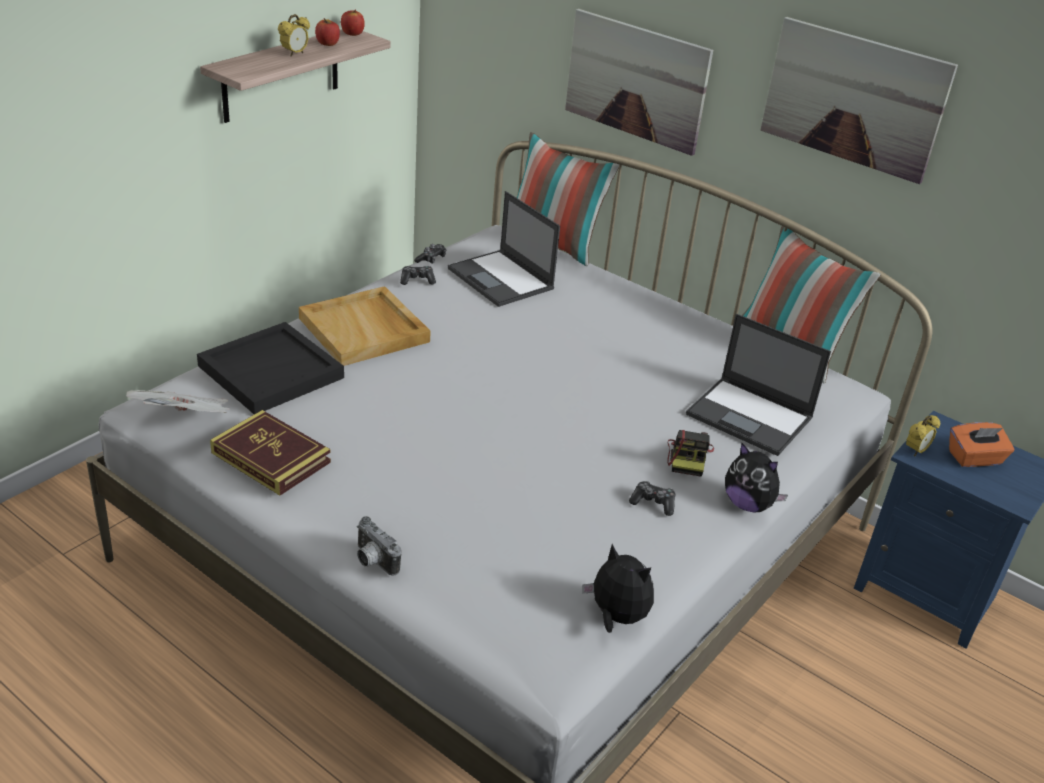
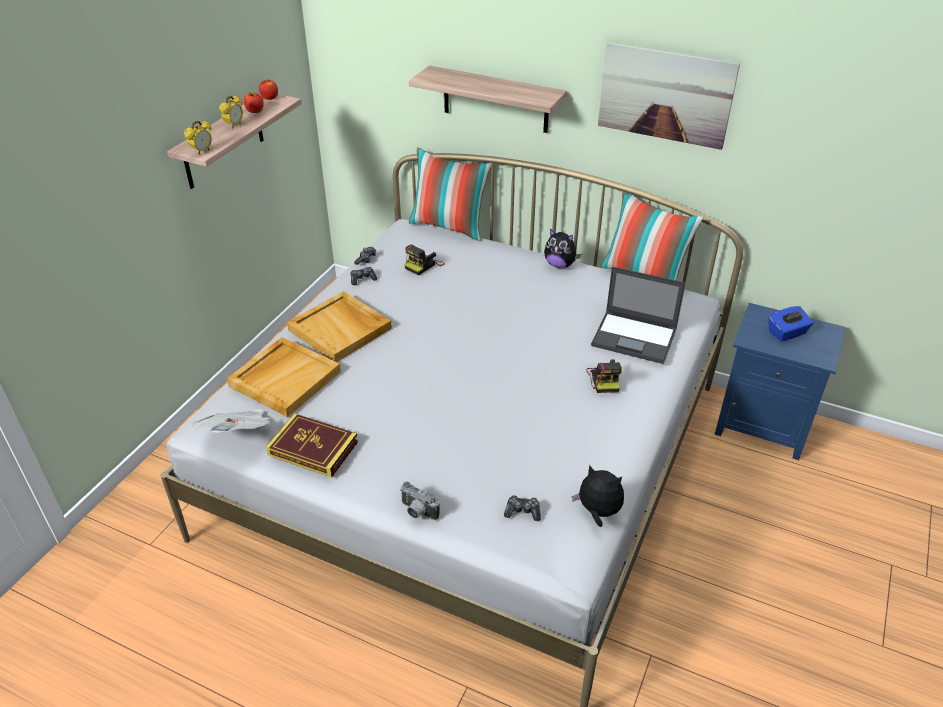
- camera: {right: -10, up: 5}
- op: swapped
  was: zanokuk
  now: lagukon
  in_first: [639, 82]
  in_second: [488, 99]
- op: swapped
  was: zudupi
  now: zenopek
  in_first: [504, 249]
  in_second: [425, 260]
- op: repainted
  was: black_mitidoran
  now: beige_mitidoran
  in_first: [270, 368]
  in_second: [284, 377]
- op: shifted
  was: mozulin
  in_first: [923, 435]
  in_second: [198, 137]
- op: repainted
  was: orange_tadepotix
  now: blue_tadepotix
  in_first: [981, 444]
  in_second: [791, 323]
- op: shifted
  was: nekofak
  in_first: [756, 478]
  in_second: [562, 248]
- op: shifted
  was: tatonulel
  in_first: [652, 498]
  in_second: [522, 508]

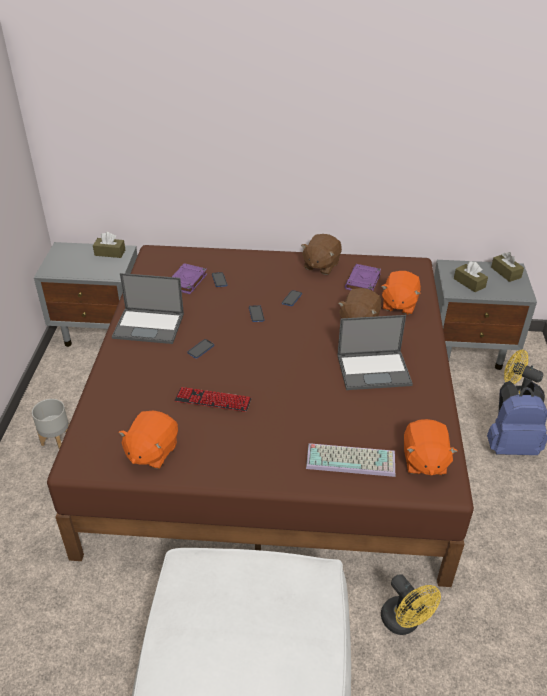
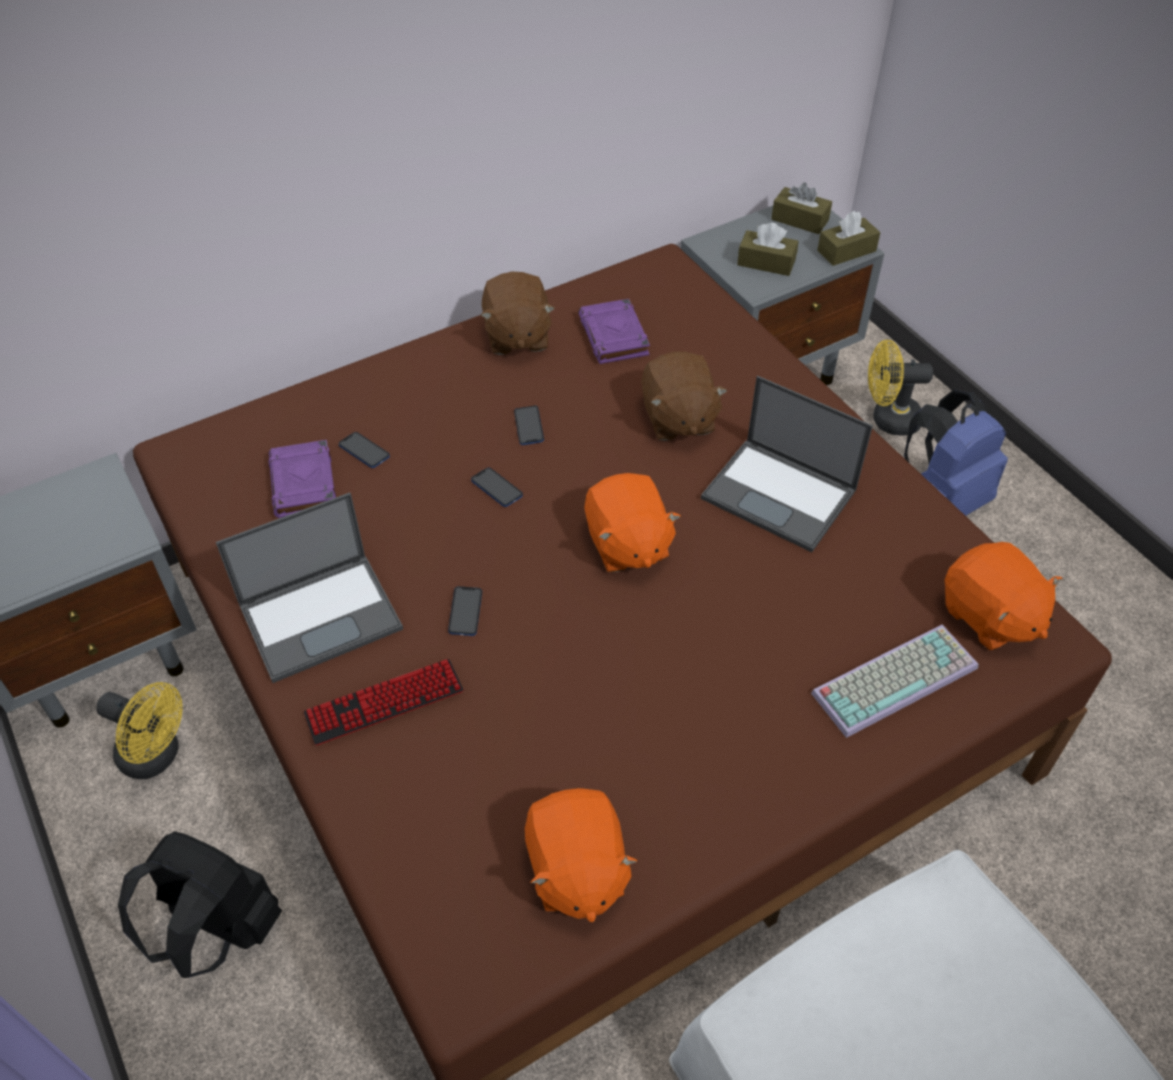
- camera: {right: -35, up: 10}
- op: shifted
  was: brown_tadepotix
  in_first: [109, 245]
  in_second: [849, 238]
- op: shifted
  was: orange_nekofak
  in_first: [401, 293]
  in_second: [632, 522]
- op: rotated
  was: zudupi
  in_first: [375, 352]
  in_second: [787, 464]
  clockwise: 75
- op: shifted
  was: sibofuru
  in_first: [213, 399]
  in_second: [384, 702]
- op: swapped
  was: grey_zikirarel
  now: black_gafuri
  in_first: [50, 424]
  in_second: [200, 904]
- op: shifted
  was: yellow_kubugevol
  in_first: [411, 604]
  in_second: [139, 730]

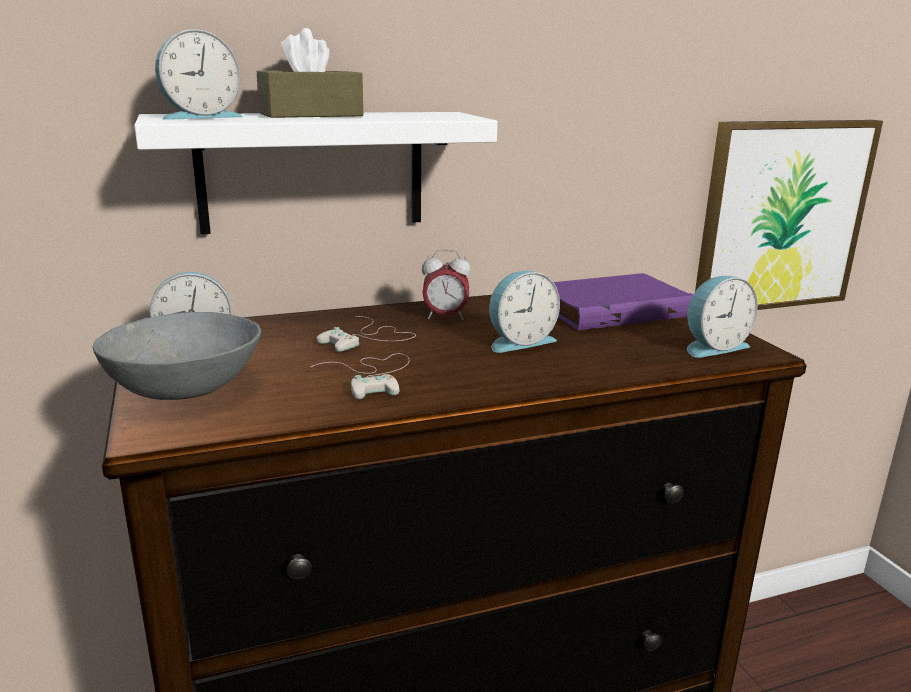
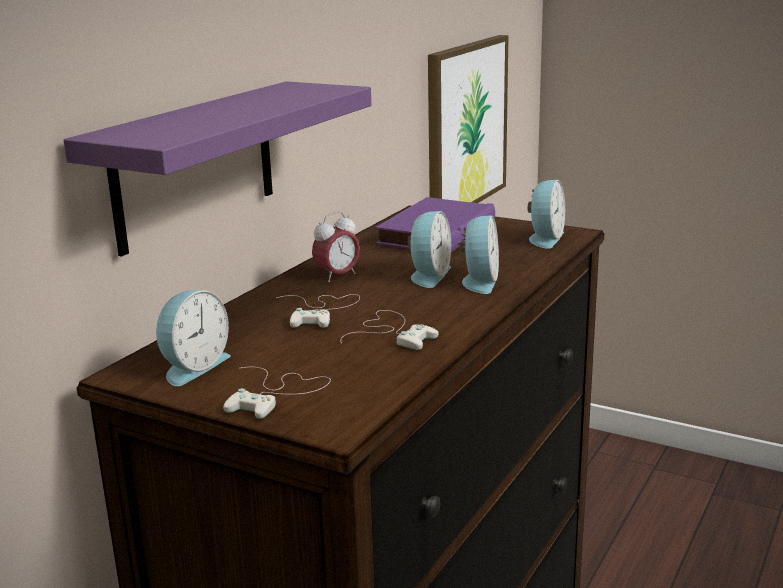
- camera: {right: -40, up: 0}
- op: gone
  was: brown_tadepotix
  in_first: [310, 73]
- op: shifted
  was: mozulin
  in_first: [199, 74]
  in_second: [479, 254]
- op: repainted
  was: white_lagukon
  now: purple_lagukon
  in_first: [316, 173]
  in_second: [217, 169]
- op: swapped
  was: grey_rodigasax
  now: white_tatonulel
  in_first: [177, 356]
  in_second: [277, 393]

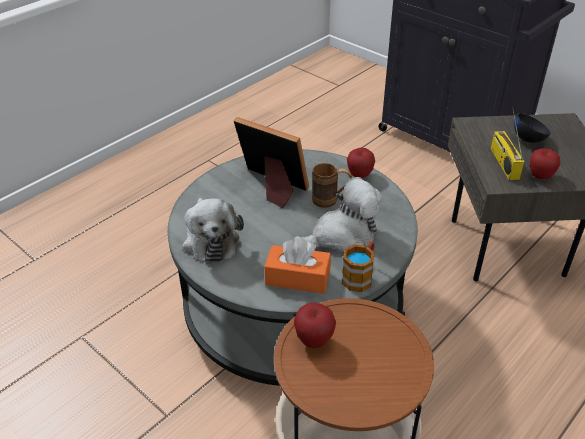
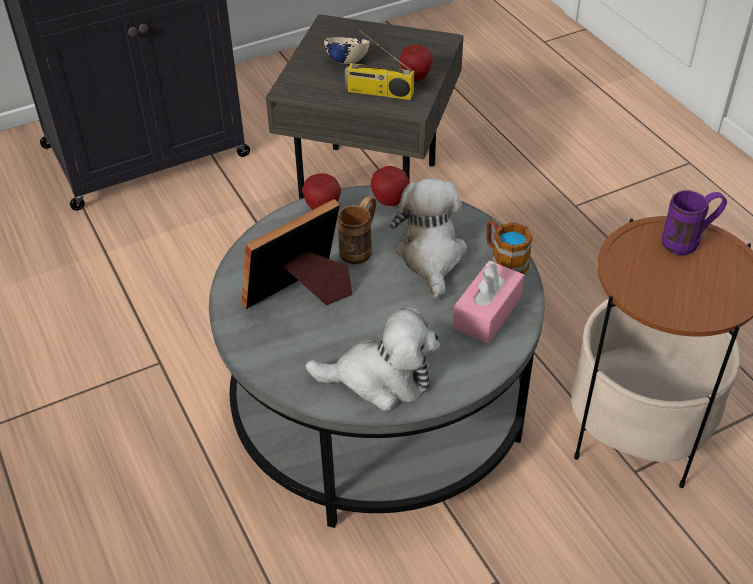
- camera: {right: -70, up: 5}
- op: repainted
  was: black_rodigasax
  now: beige_rodigasax
  in_first: [532, 128]
  in_second: [347, 50]
- op: repainted
  was: orange_tadepotix
  now: pink_tadepotix
  in_first: [298, 266]
  in_second: [488, 302]
- op: shifted
  was: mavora
  in_first: [315, 325]
  in_second: [389, 186]
- op: new
  now: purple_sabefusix
  in_second: [694, 222]

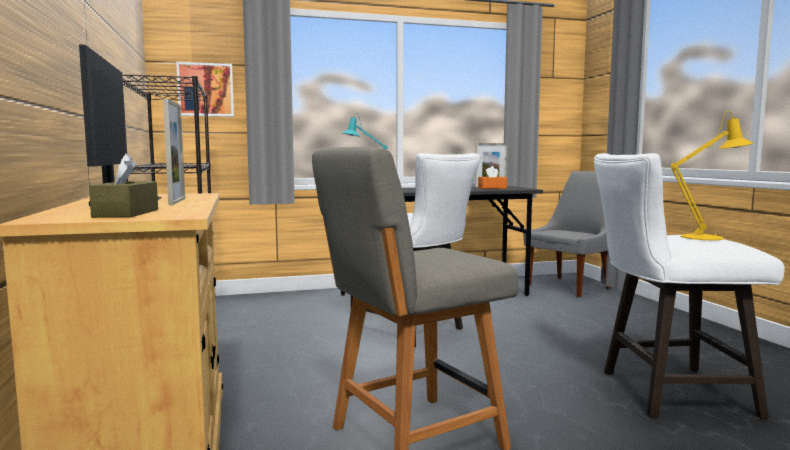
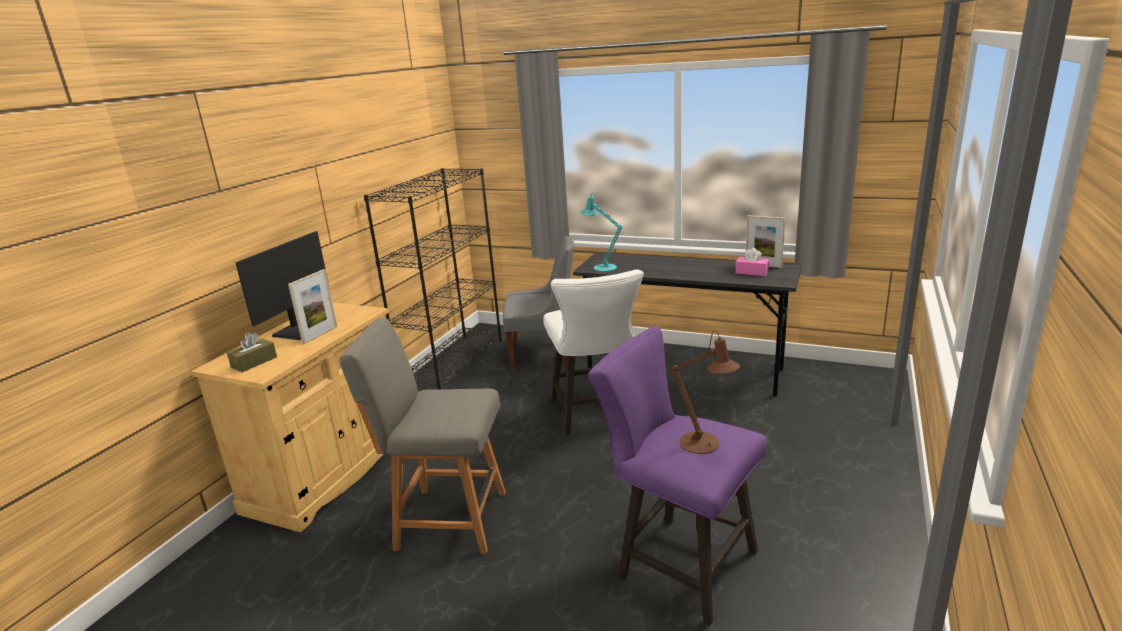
- camera: {right: 40, up: 15}
- op: gone
  was: zanokuk
  in_first: [205, 89]
- op: repainted
  was: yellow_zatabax
  now: brown_zatabax
  in_first: [712, 175]
  in_second: [705, 392]
- op: repainted
  was: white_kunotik
  now: purple_kunotik
  in_first: [689, 286]
  in_second: [677, 476]
- op: repainted
  was: orange_tadepotix
  now: pink_tadepotix
  in_first: [492, 177]
  in_second: [752, 262]
- op: shifted
  was: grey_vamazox
  in_first: [567, 234]
  in_second: [538, 302]

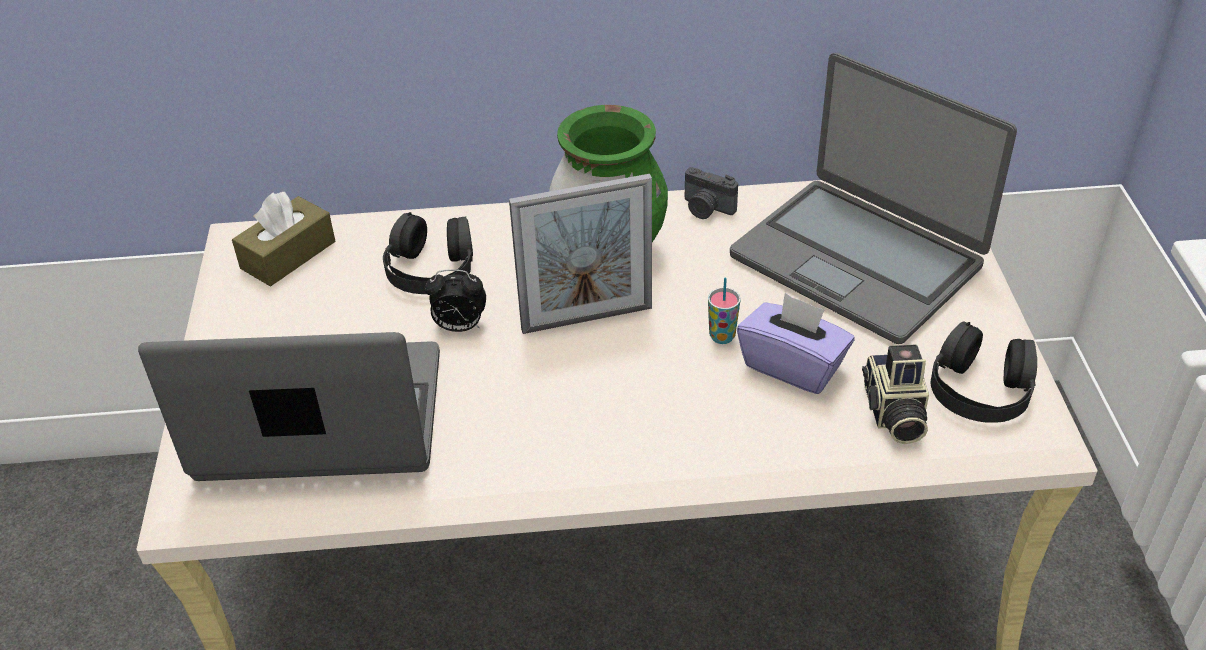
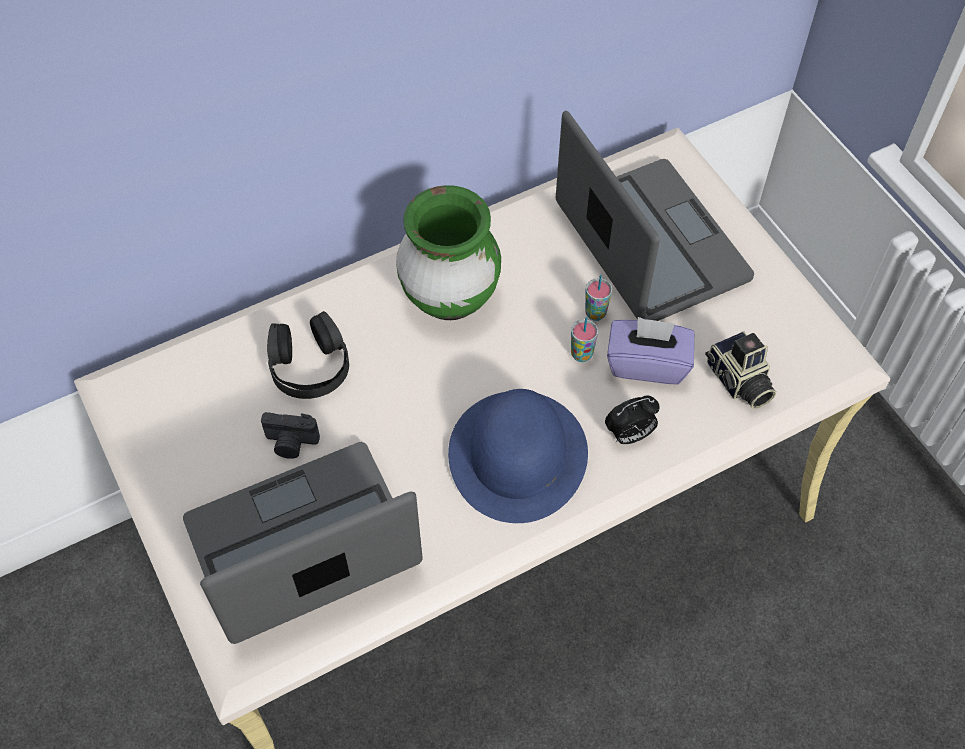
- camera: {right: -25, up: 15}
- op: rotated
  was: zudupi
  in_first: [873, 198]
  in_second: [655, 216]
  clockwise: -135
- op: shifted
  was: zenopek
  in_first: [711, 193]
  in_second: [290, 435]
- op: gone
  was: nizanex
  in_first: [580, 254]
- op: gone
  was: brown_tadepotix
  in_first: [283, 239]
- op: shifted
  was: mozulin
  in_first: [455, 300]
  in_second: [632, 419]
- op: gone
  was: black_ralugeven
  in_first: [984, 372]
- op: new
  now: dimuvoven
  in_second: [598, 298]
- op: new
  now: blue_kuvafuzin
  in_second: [518, 456]

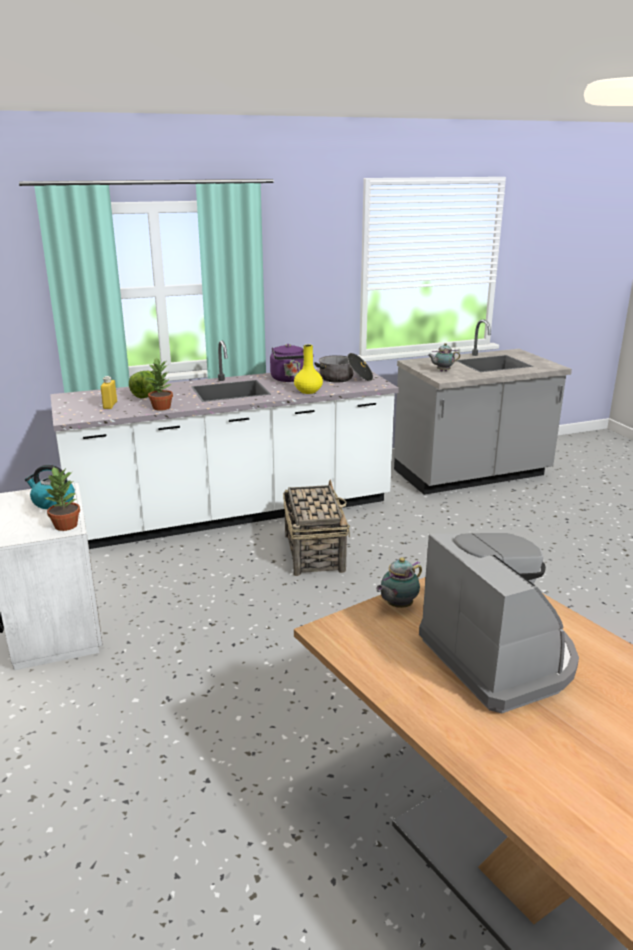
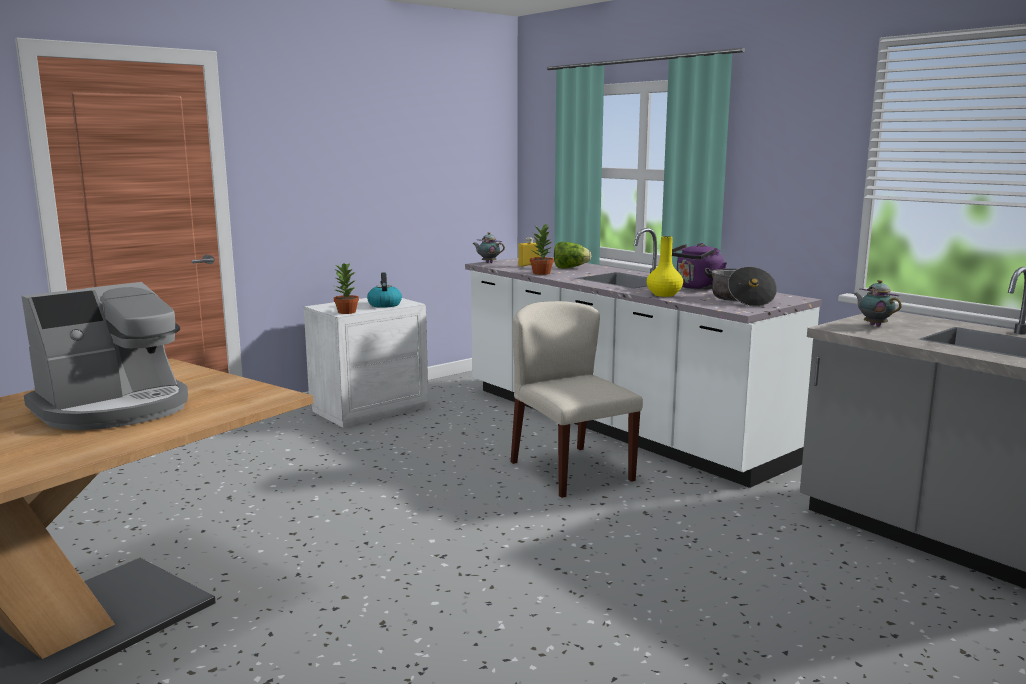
- camera: {right: 70, up: -10}
- op: swapped
  was: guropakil
  now: beige_vamazox
  in_first: [316, 527]
  in_second: [577, 399]
- op: shifted
  was: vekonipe
  in_first: [399, 582]
  in_second: [488, 247]

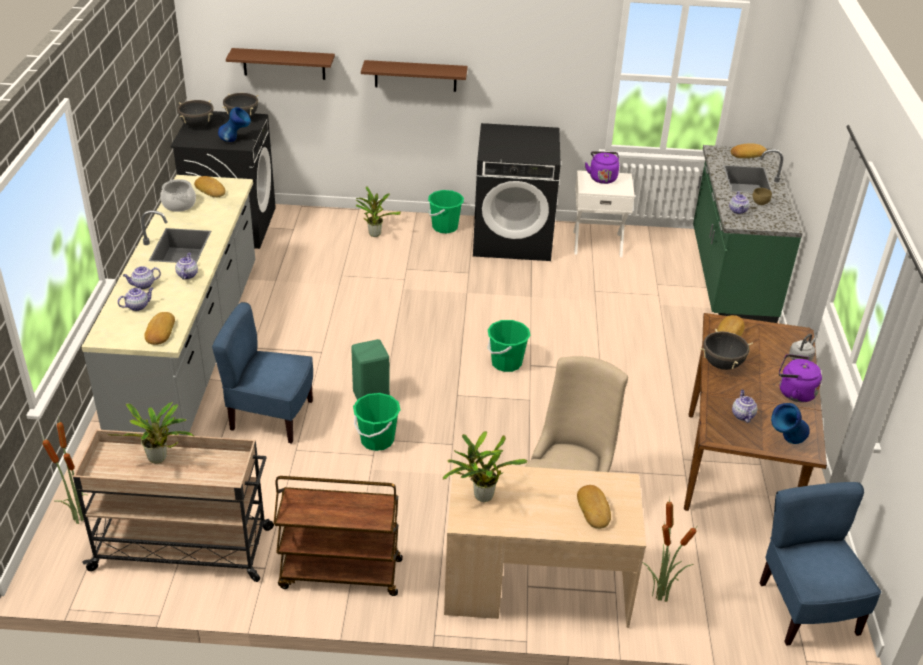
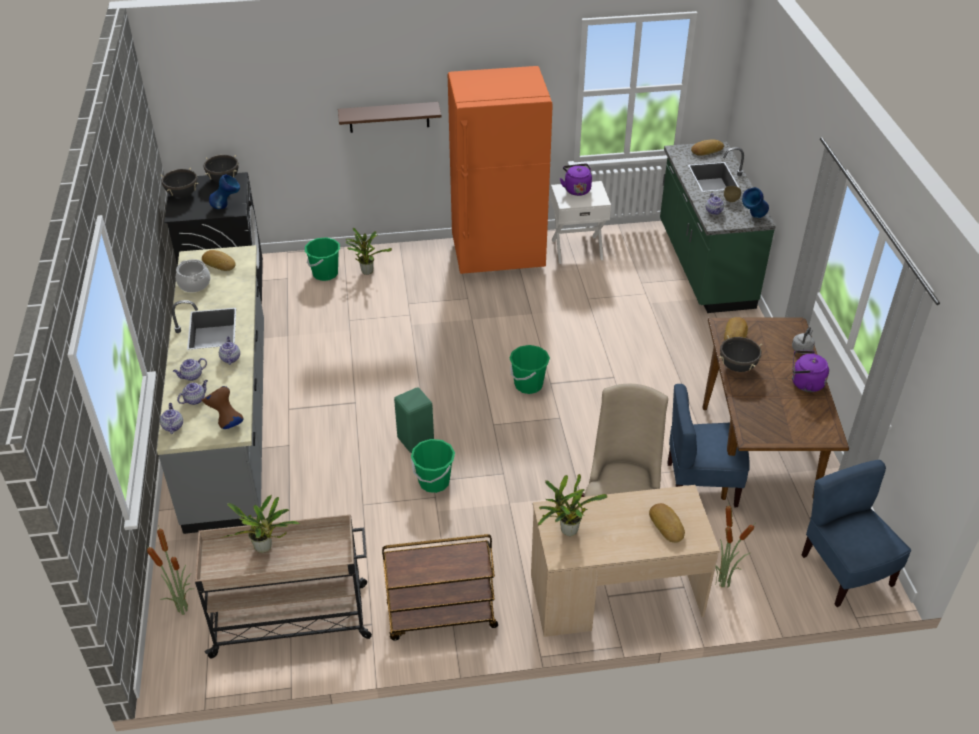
- camera: {right: -10, up: 5}
- op: gone
  was: brown_lagukon
  in_first: [280, 64]
- op: swapped
  was: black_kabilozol
  now: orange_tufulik
  in_first: [517, 192]
  in_second: [500, 170]
- op: shifted
  was: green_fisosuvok
  in_first: [446, 211]
  in_second: [322, 259]
- op: shifted
  was: blue_vamazox
  in_first: [262, 373]
  in_second: [708, 445]
- op: swapped
  was: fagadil
  now: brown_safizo
  in_first: [159, 328]
  in_second: [222, 407]
- op: shifted
  was: vekonipe
  in_first: [745, 406]
  in_second: [171, 418]
- op: shifted
  was: blue_safizo
  in_first: [790, 423]
  in_second: [755, 202]

